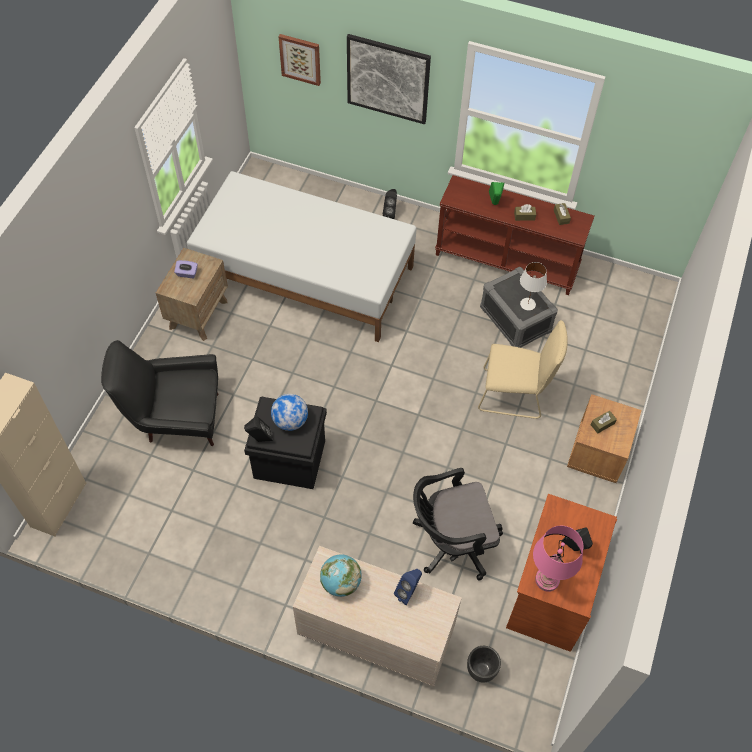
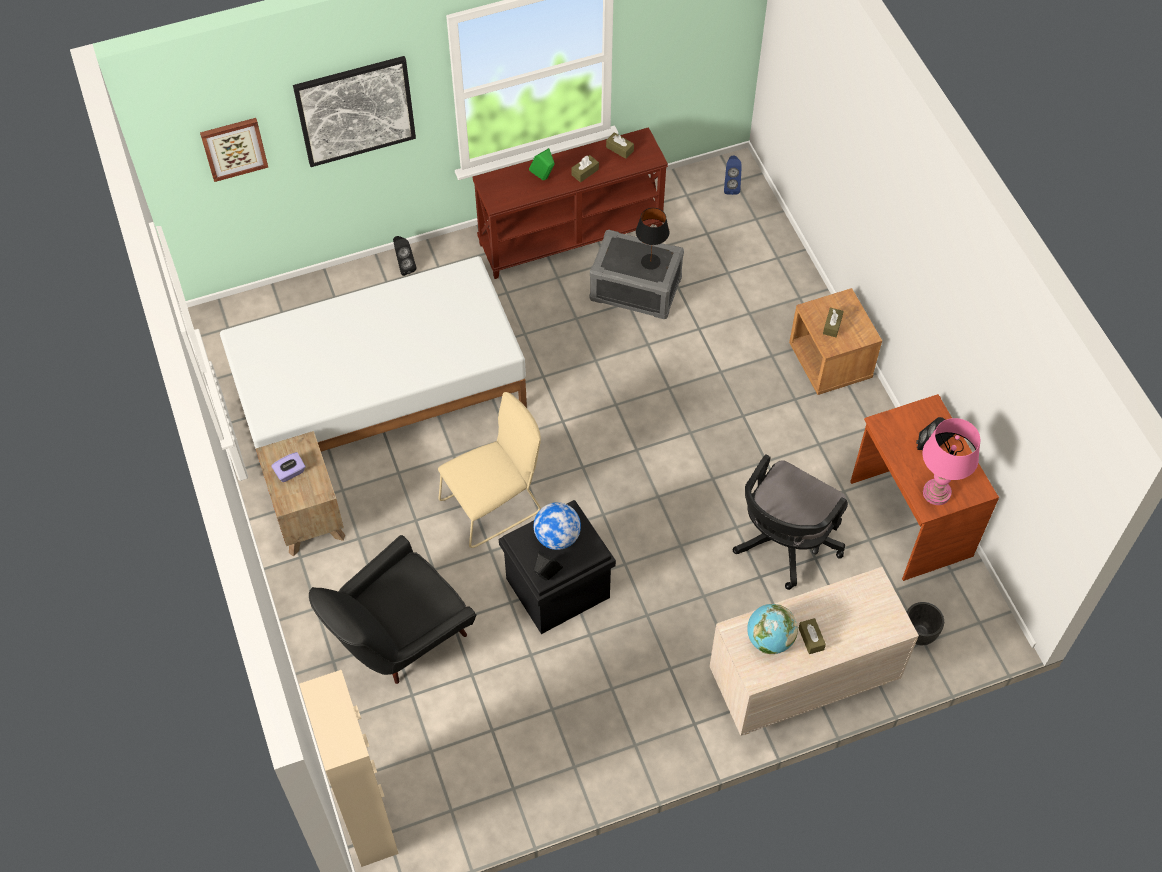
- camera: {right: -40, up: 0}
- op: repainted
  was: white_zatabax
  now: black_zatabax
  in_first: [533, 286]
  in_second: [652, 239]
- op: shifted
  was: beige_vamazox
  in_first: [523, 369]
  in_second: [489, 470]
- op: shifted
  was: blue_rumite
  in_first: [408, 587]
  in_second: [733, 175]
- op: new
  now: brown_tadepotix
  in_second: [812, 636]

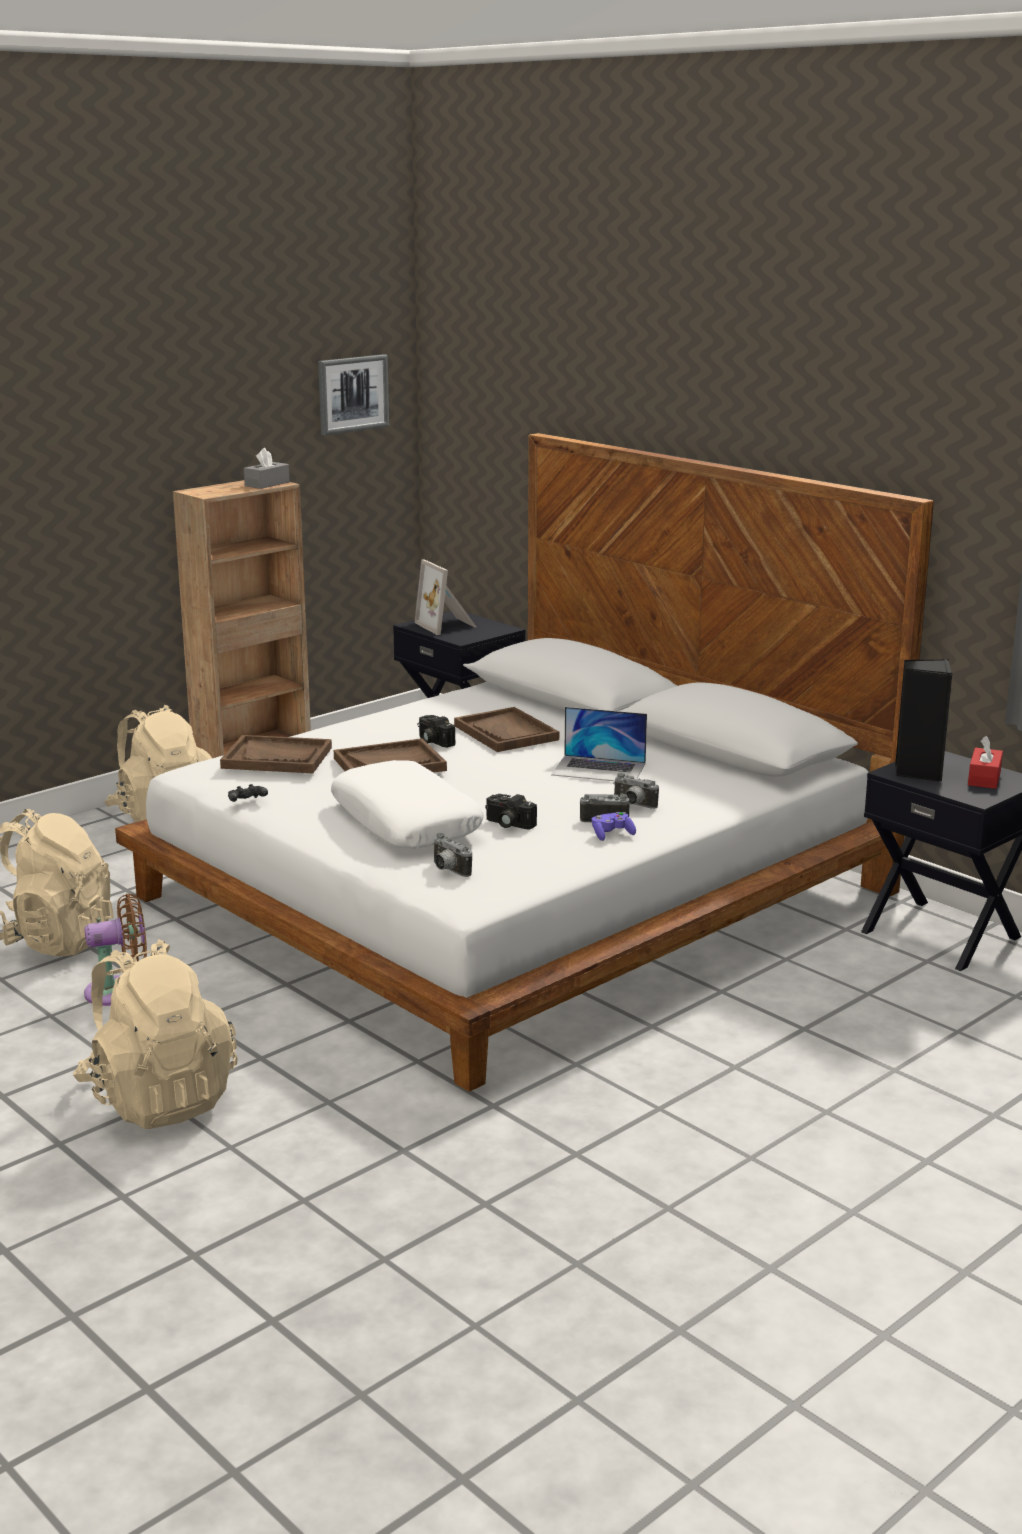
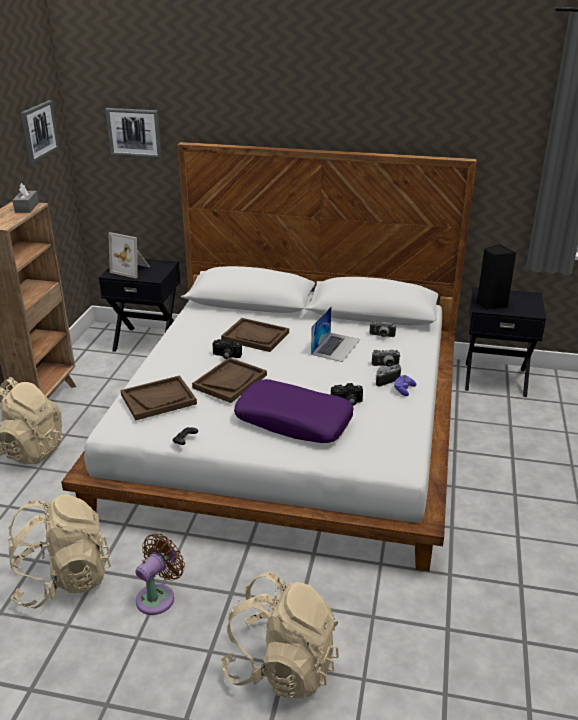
- camera: {right: -35, up: 10}
- op: rotated
  was: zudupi
  in_first: [599, 744]
  in_second: [335, 334]
  clockwise: -45
- op: gone
  was: red_tadepotix
  in_first: [985, 762]
- op: repainted
  was: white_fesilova
  now: purple_fesilova
  in_first: [407, 804]
  in_second: [294, 411]
- op: shifted
  was: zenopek
  in_first: [452, 855]
  in_second: [382, 328]
- op: new
  now: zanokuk
  in_second: [134, 133]

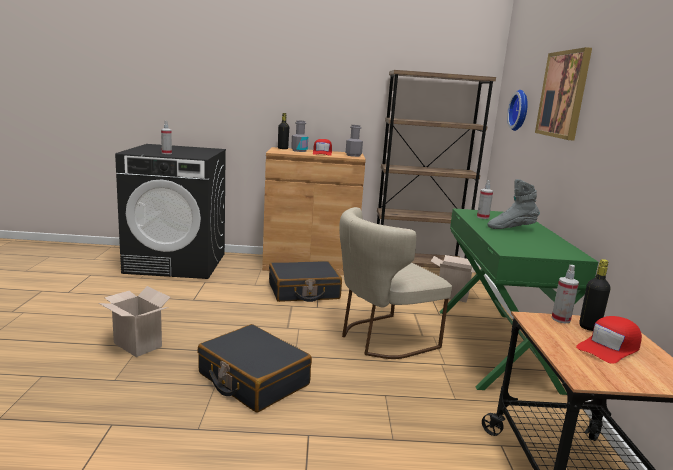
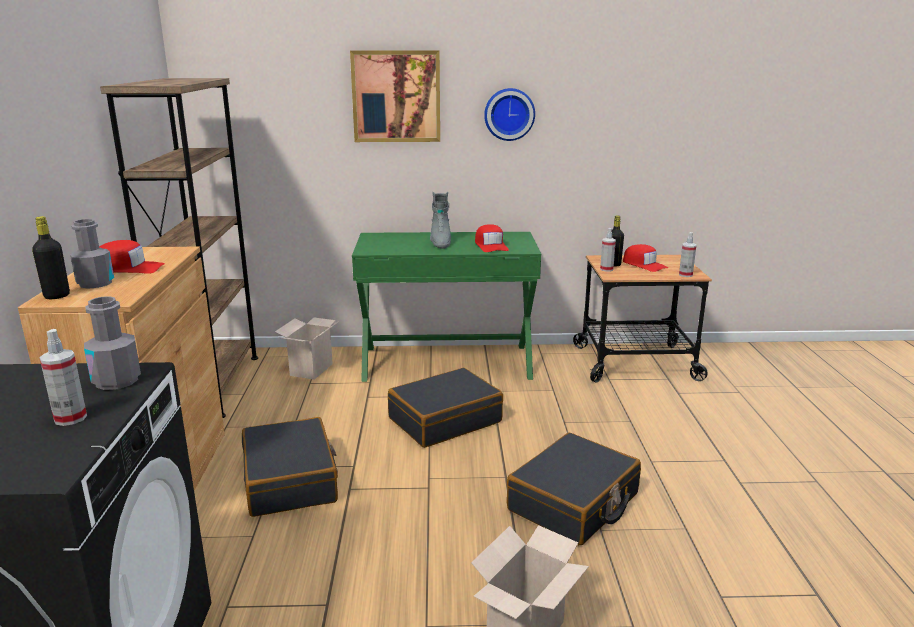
- camera: {right: -90, up: 5}
- op: shifted
  was: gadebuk
  in_first: [517, 110]
  in_second: [509, 114]
- op: shifted
  was: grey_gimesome
  in_first: [354, 141]
  in_second: [112, 343]
- op: shifted
  was: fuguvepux
  in_first: [485, 199]
  in_second: [687, 254]
- op: swapped
  was: beige_vamazox
  now: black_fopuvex
  in_first: [395, 283]
  in_second: [445, 408]
- op: new
  now: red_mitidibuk
  in_second: [492, 238]

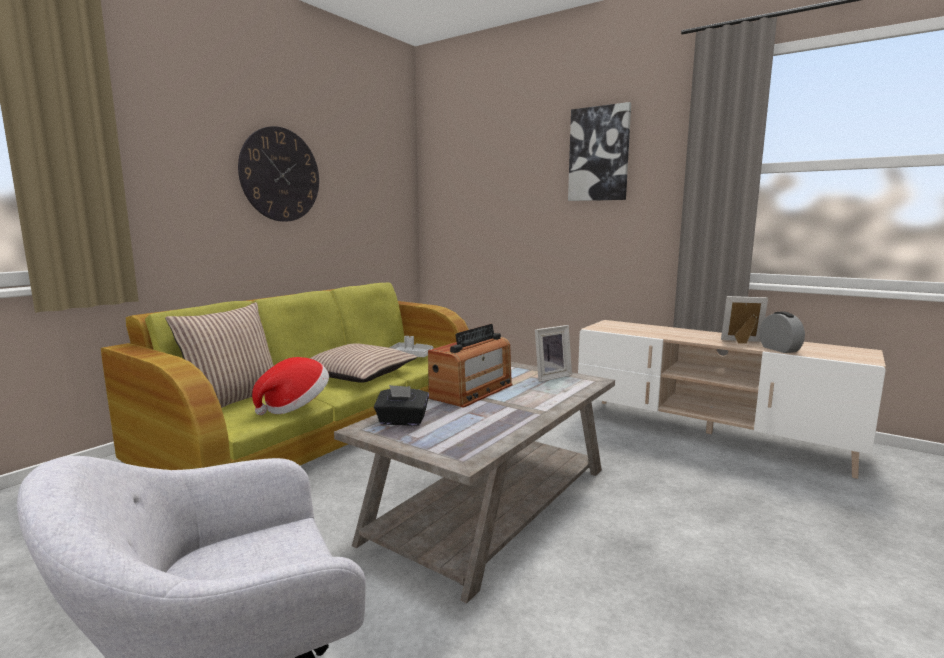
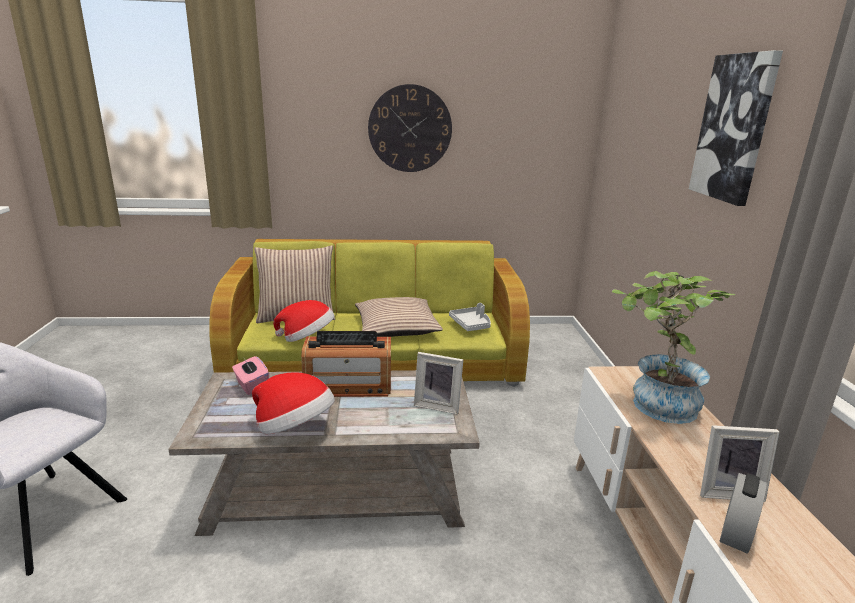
- camera: {right: 50, up: 10}
- op: rotated
  was: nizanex
  in_first: [744, 320]
  in_second: [739, 463]
  clockwise: 120
- op: repainted
  was: black_tadepotix
  now: pink_tadepotix
  in_first: [401, 405]
  in_second: [250, 375]
- op: new
  now: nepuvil
  in_second: [673, 347]
- op: new
  now: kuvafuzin
  in_second: [293, 403]

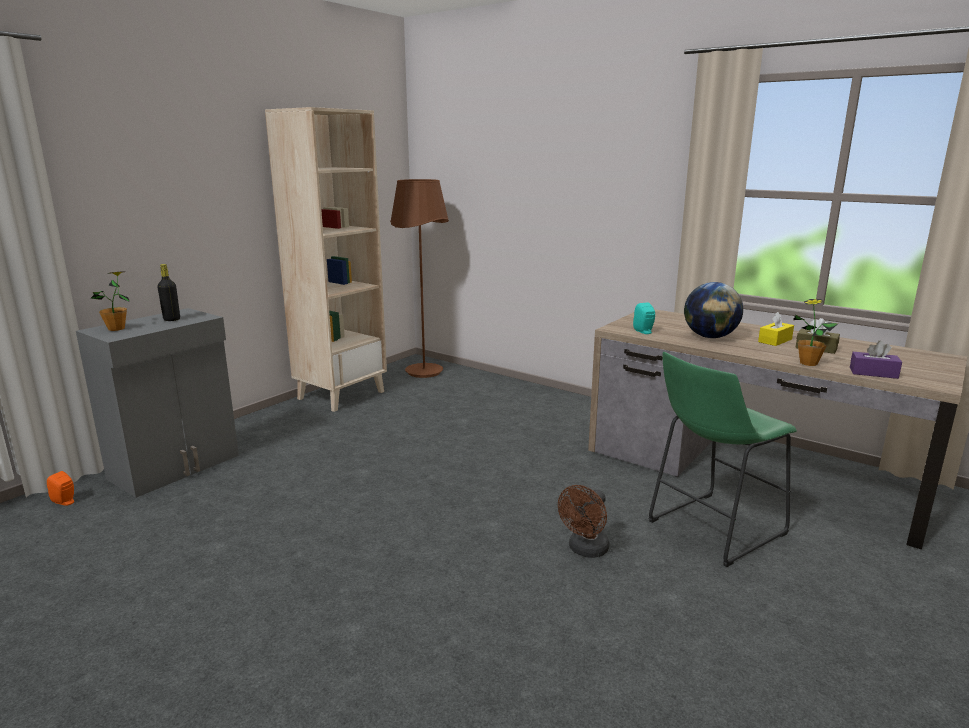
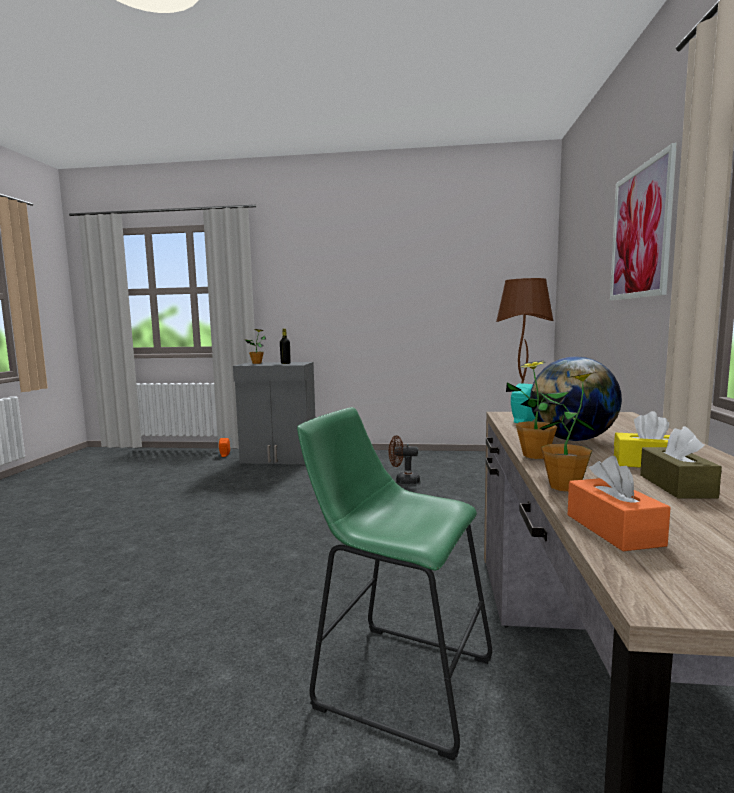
- camera: {right: 60, up: -10}
- op: gone
  was: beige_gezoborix
  in_first: [326, 259]
- op: repainted
  was: purple_tadepotix
  now: orange_tadepotix
  in_first: [876, 359]
  in_second: [619, 503]
- op: shifted
  was: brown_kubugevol
  in_first: [583, 521]
  in_second: [404, 459]
- op: new
  now: zanokuk
  in_second: [643, 222]
- op: new
  now: nepuvil
  in_second: [537, 409]

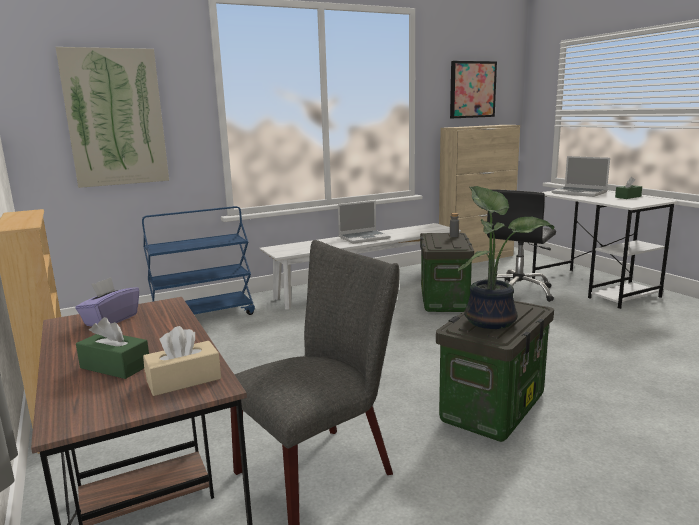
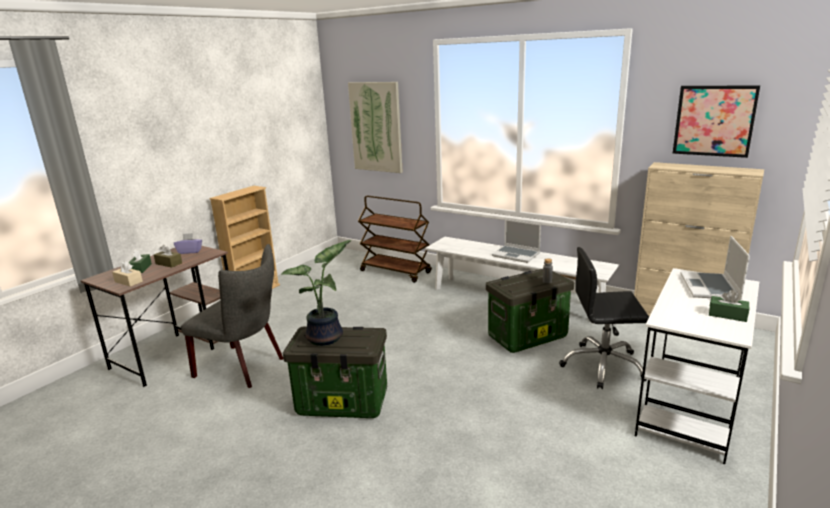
- camera: {right: 60, up: 5}
- op: repainted
  was: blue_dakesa
  now: brown_dakesa
  in_first: [198, 260]
  in_second: [395, 239]
- op: new
  now: brown_tadepotix
  in_second: [168, 256]

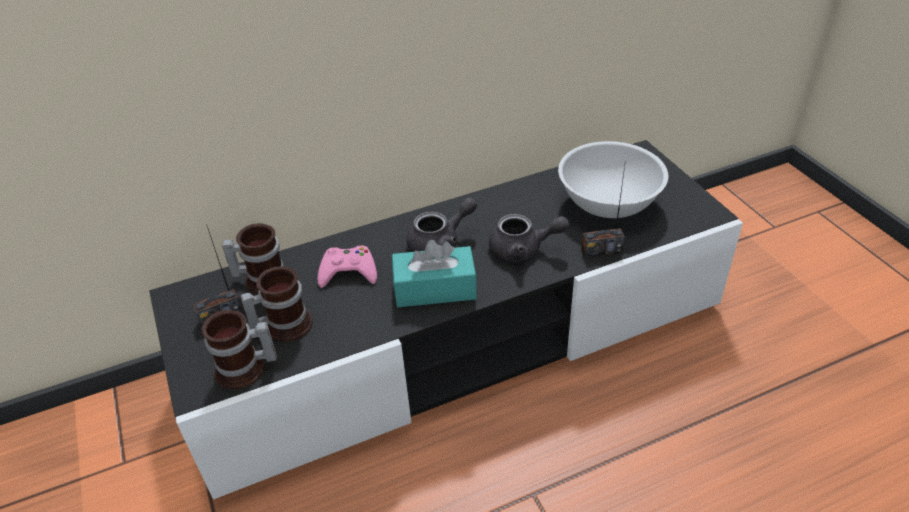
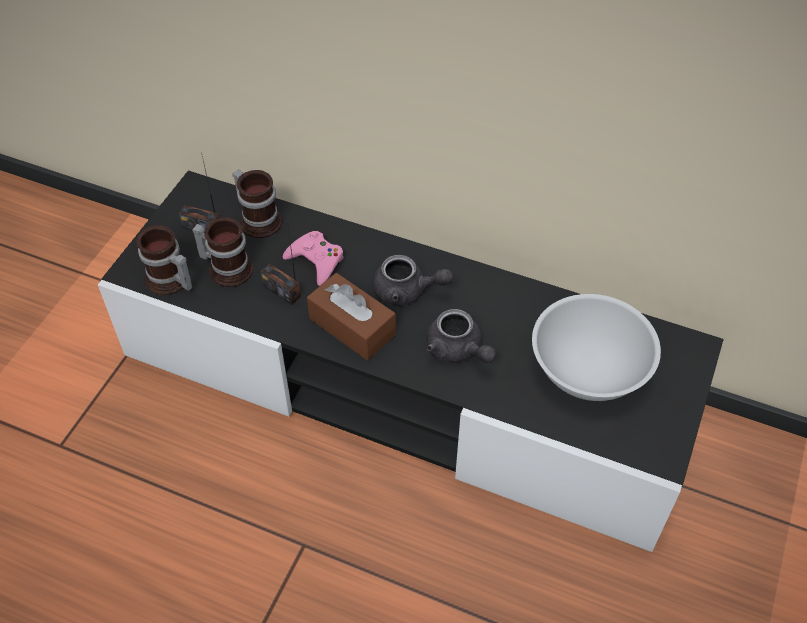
- camera: {right: 45, up: 10}
- op: shifted
  was: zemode
  in_first: [603, 209]
  in_second: [280, 263]
- op: repainted
  was: turquoise_tadepotix
  now: brown_tadepotix
  in_first: [434, 273]
  in_second: [351, 316]

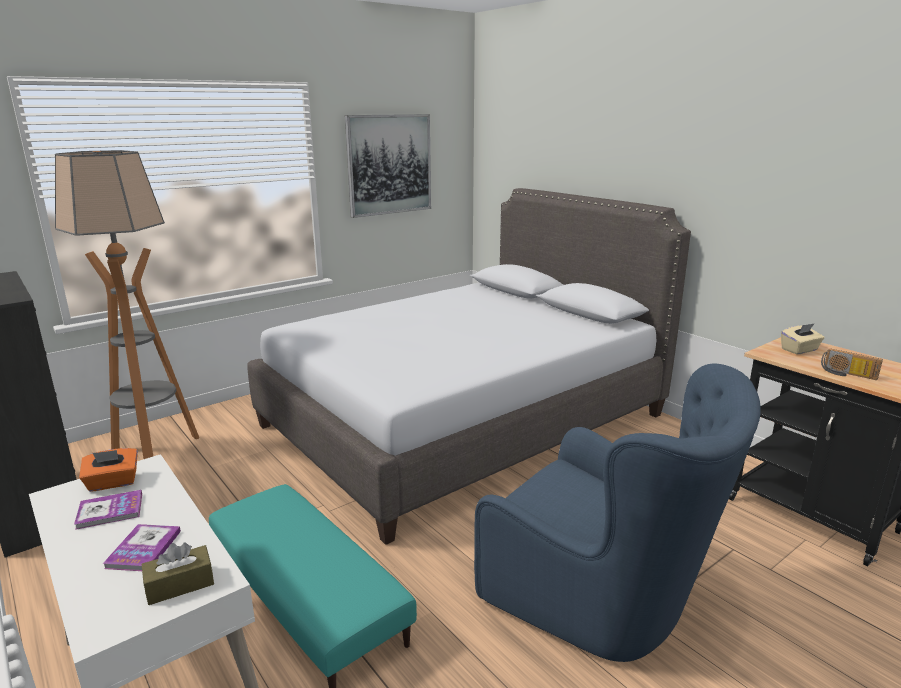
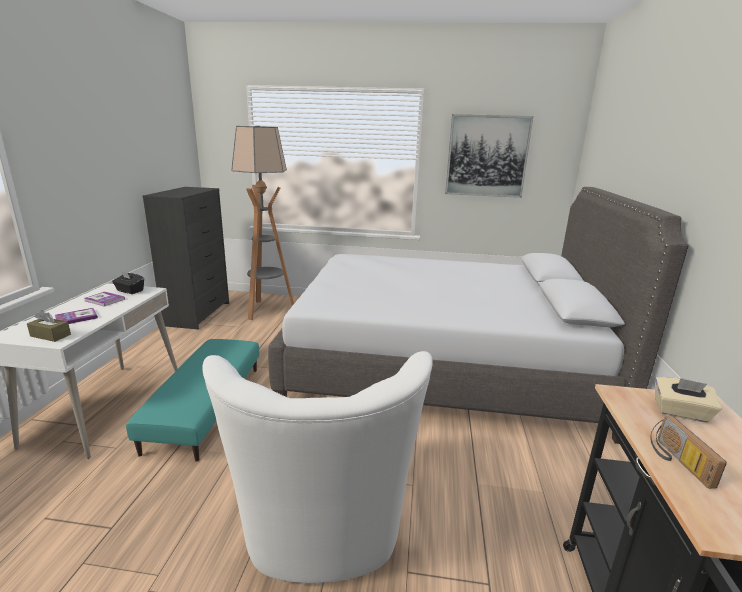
- camera: {right: 45, up: 0}
- op: repainted
  was: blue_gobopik
  now: white_gobopik
  in_first: [617, 513]
  in_second: [317, 467]
- op: repainted
  was: orange_tadepotix
  now: black_tadepotix
  in_first: [108, 470]
  in_second: [128, 282]

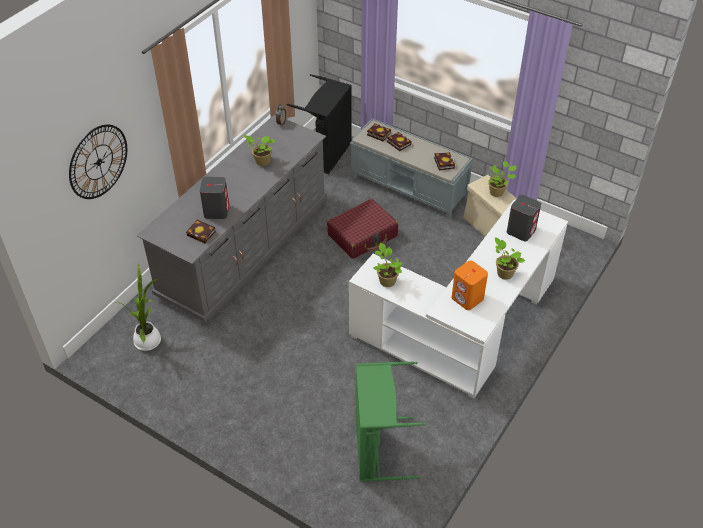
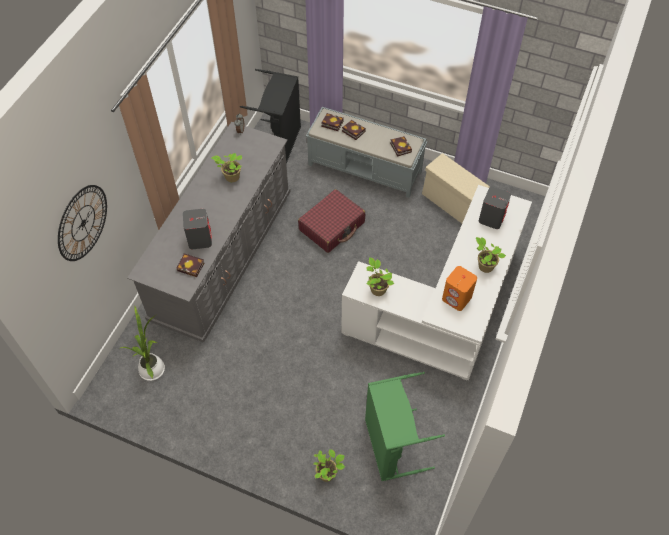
- camera: {right: -10, up: 10}
- op: shifted
  was: nepuvil
  in_first: [502, 179]
  in_second: [329, 465]

